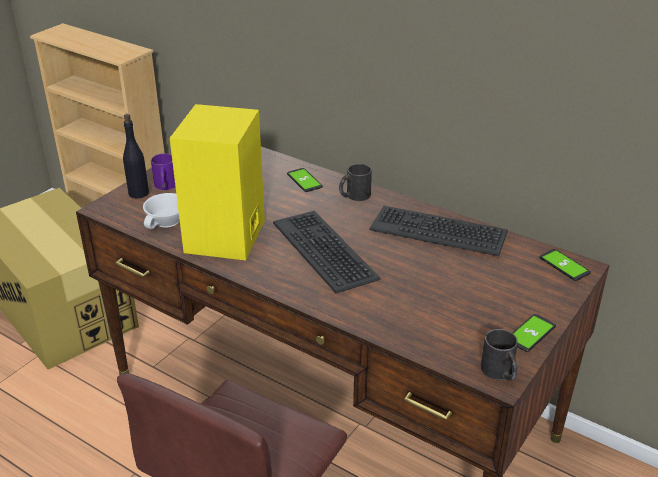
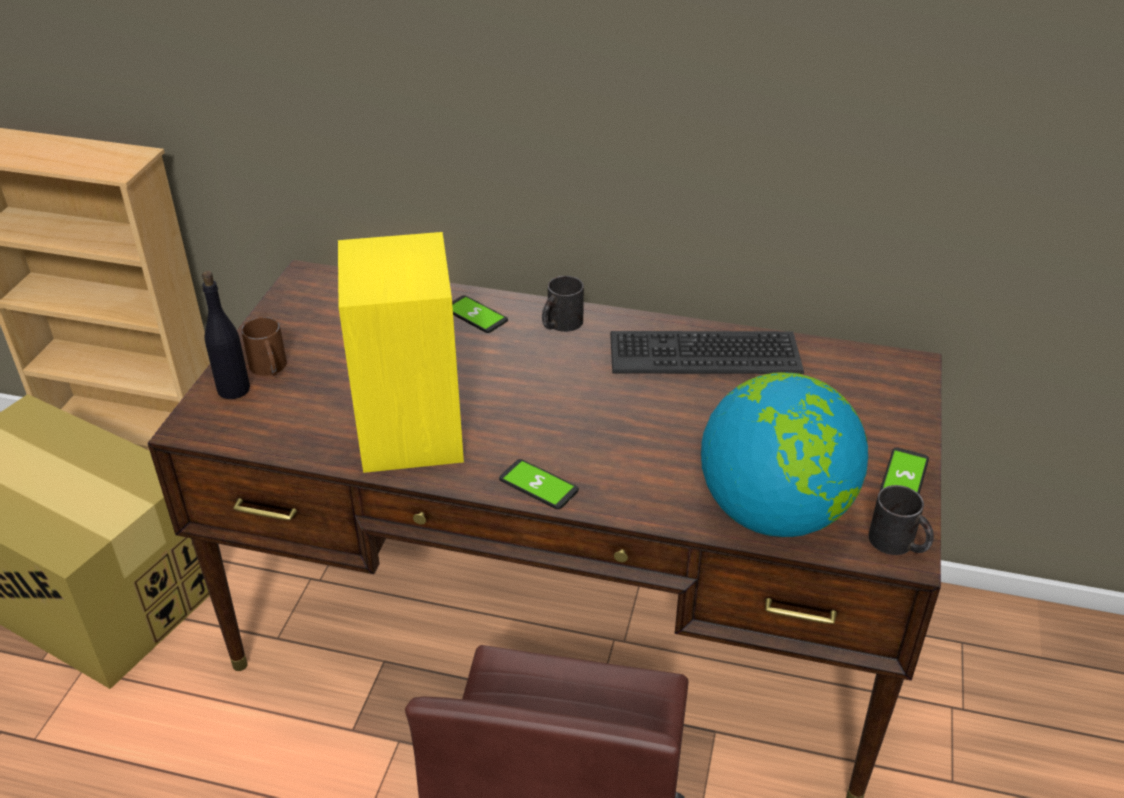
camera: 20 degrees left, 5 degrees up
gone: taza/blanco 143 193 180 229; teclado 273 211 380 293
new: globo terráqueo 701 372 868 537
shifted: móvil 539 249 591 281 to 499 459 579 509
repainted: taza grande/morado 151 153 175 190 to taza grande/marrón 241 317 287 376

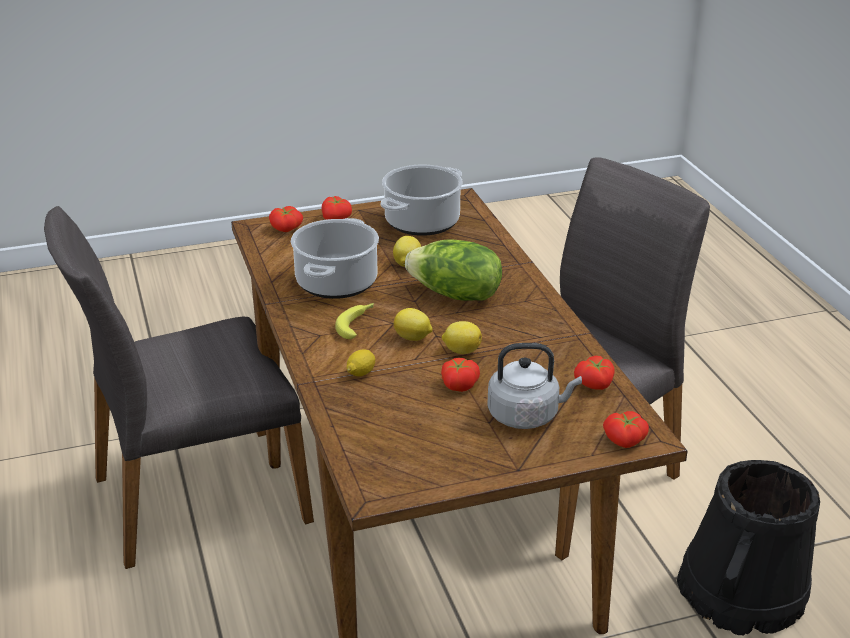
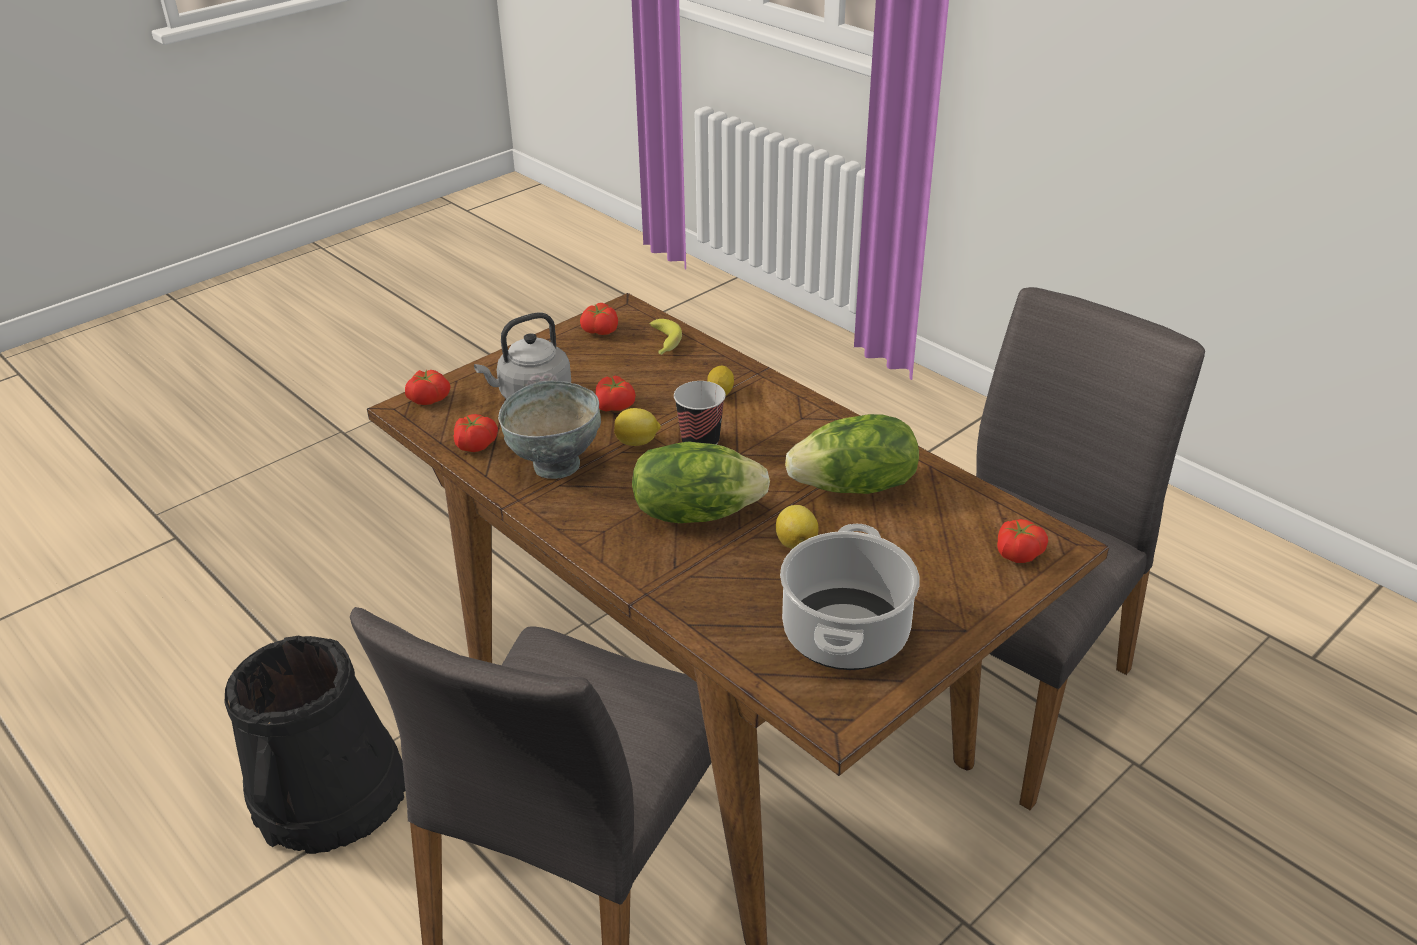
camera: 155 degrees right, 5 degrees up
new: cuenco/gris 498 381 601 479
shifted: tomate 322 196 352 220 to 580 303 618 335; plátano 335 303 374 339 to 650 319 682 355
swapped: olla 291 218 379 299 to lechuga 785 414 919 494; limón 394 308 433 341 to taza 674 381 726 445

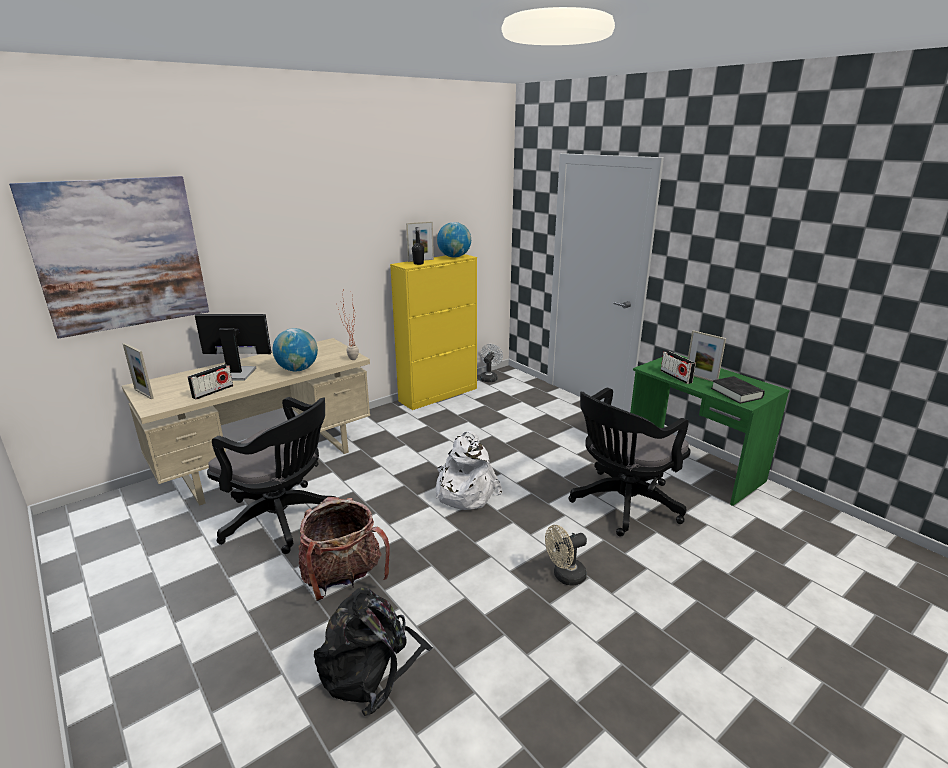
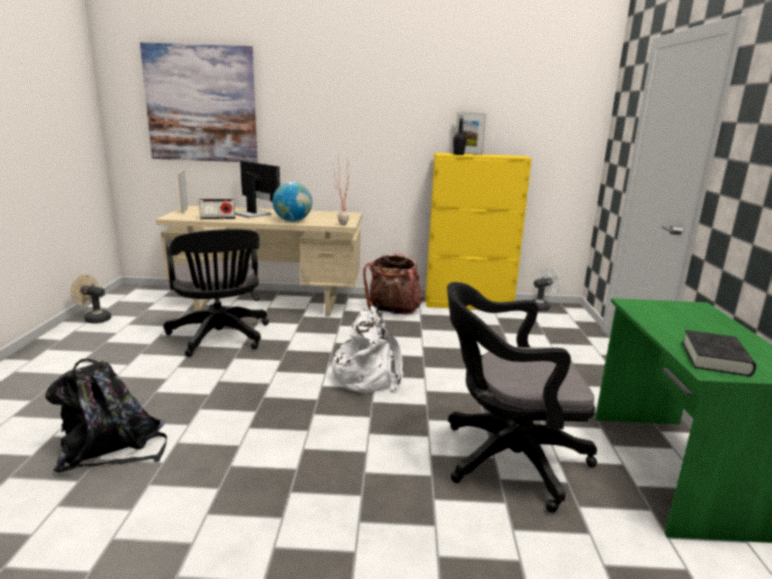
camera: 40 degrees right, 5 degrees down
gone: globo terráqueo 437 222 471 258; portarretratos 688 330 726 382; radio 661 351 696 384
shifted: mochila 299 497 390 601 to 363 253 423 315; ventilador/beis 545 525 587 586 to 70 275 112 324

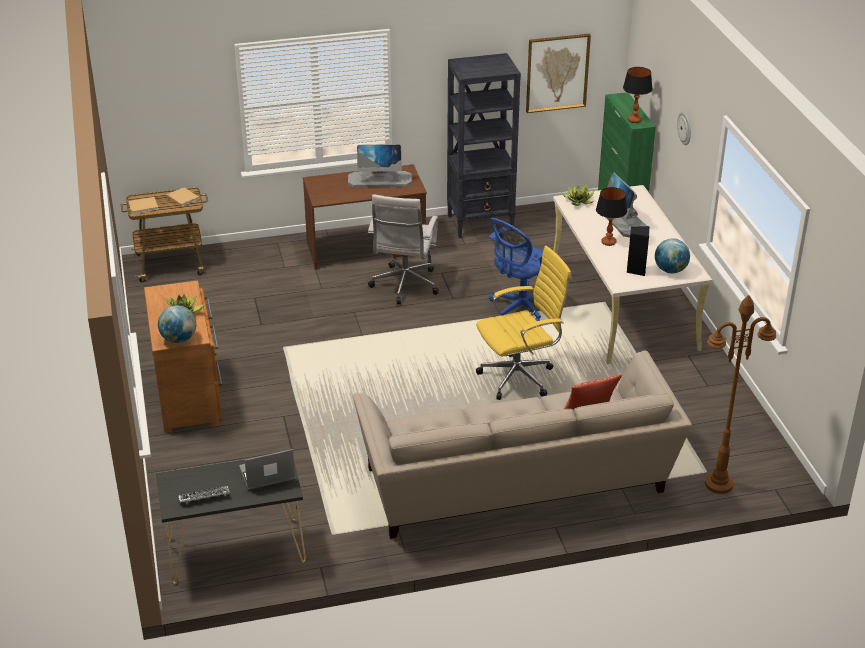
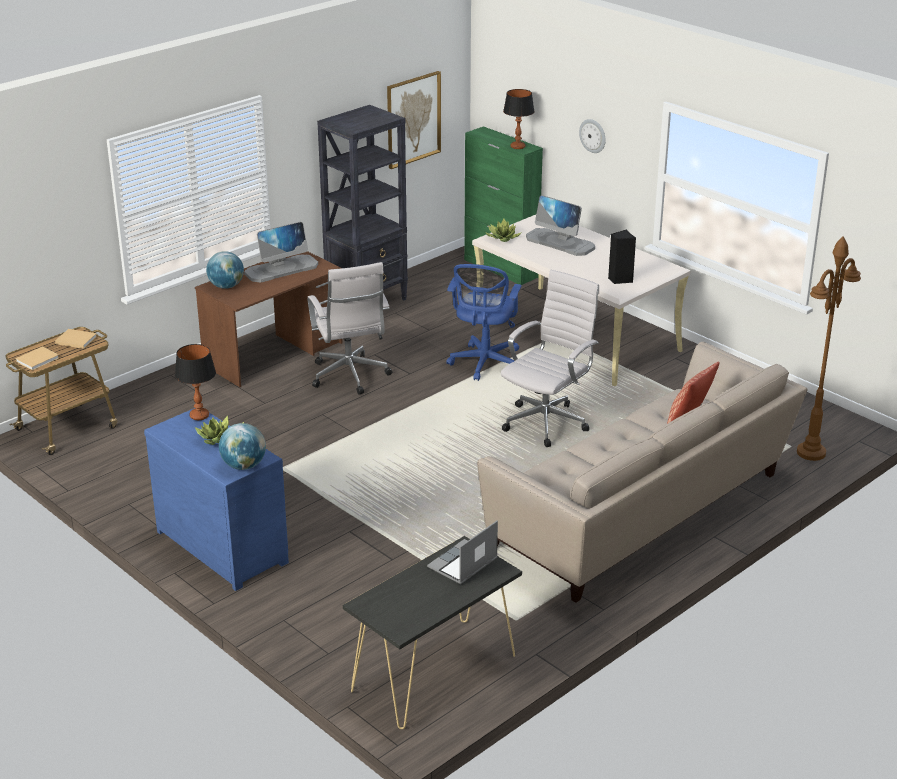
camera: 30 degrees left, 5 degrees down
gone: teclado 178 486 230 504
shifted: lámpara de mesa 596 187 627 246 to 175 344 216 420; globo terráqueo 655 238 690 274 to 206 251 244 289
repainted: silla de oficina/amarillo 476 246 572 400 to silla de oficina/blanco 501 270 599 447; cómoda/marrón 144 280 223 433 to cómoda/azul 144 408 289 591

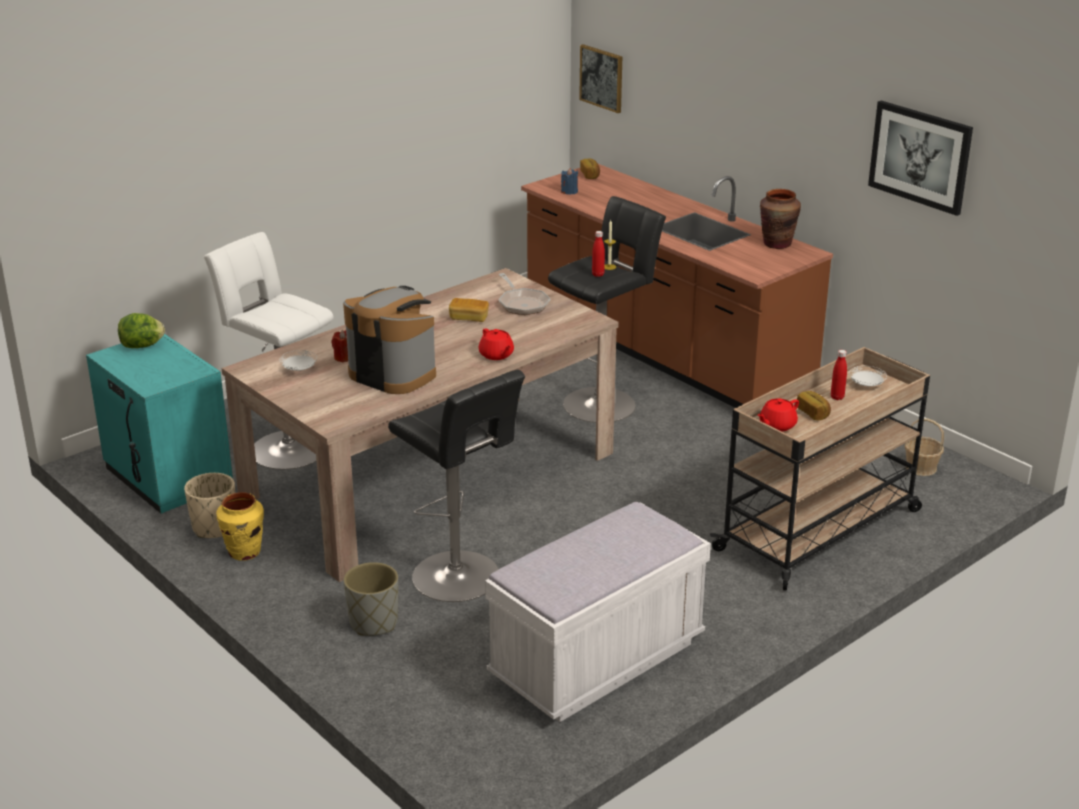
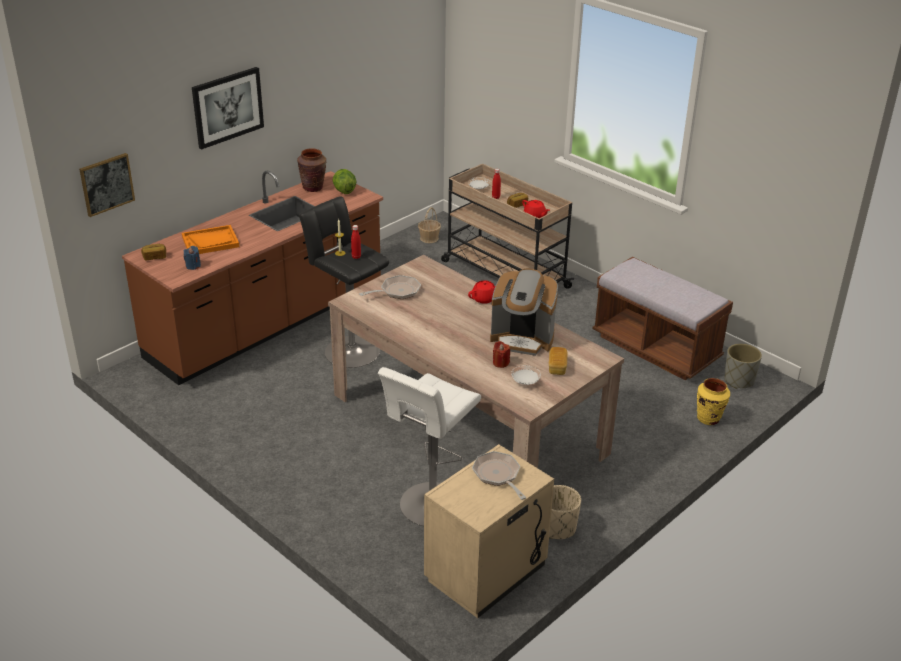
camera: 95 degrees left, 5 degrees up
gone: taburete/negro 388 370 525 602
new: bandeja/naranja 182 225 240 254; sartén 472 451 526 500
shifted: cuadro 868 101 973 216 to 192 67 264 150; pan 449 298 489 322 to 549 347 568 375; lechuga 118 313 165 348 to 332 169 357 194; florero/amarillo 216 492 264 561 to 697 378 730 425; maceta/gris 344 562 398 636 to 724 344 762 389
repainted: mesita de noche/turquesa 86 334 233 514 to mesita de noche/beis 424 444 554 618; banco/blanco 485 502 711 722 to banco/marrón 592 257 733 380
rotated: cafetera 343 286 436 394 = 490 269 558 356 105 degrees counterclockwise

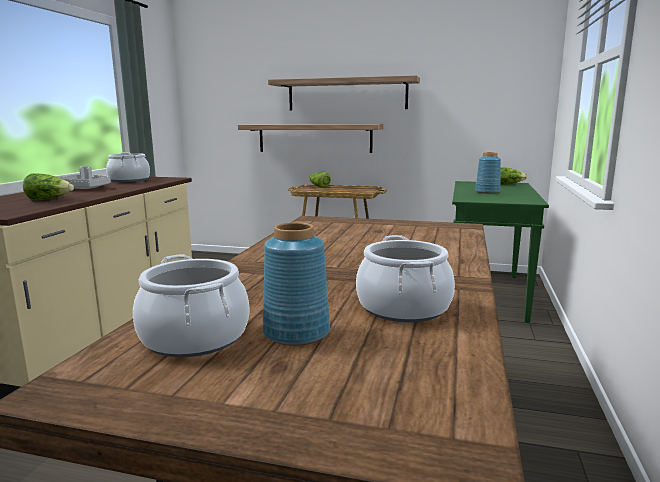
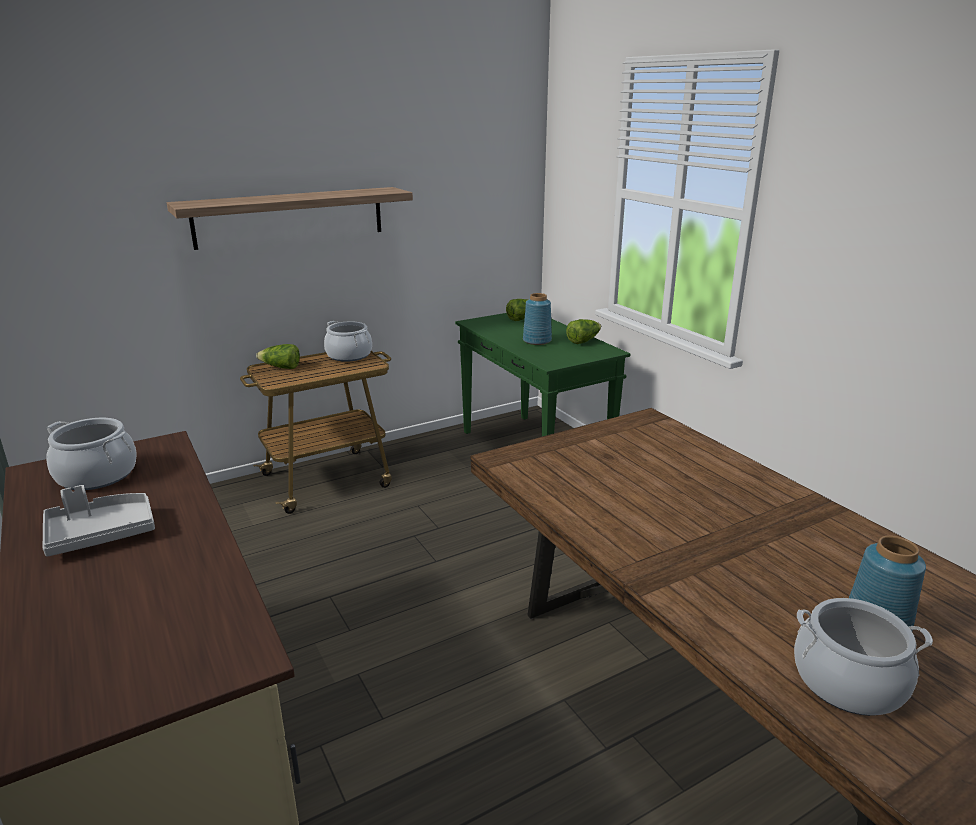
camera: 45 degrees left, 10 degrees up
gone: estante 238 124 383 153
shifted: lechuga 23 173 74 200 to 566 319 601 344; olla 356 235 455 322 to 324 321 372 362

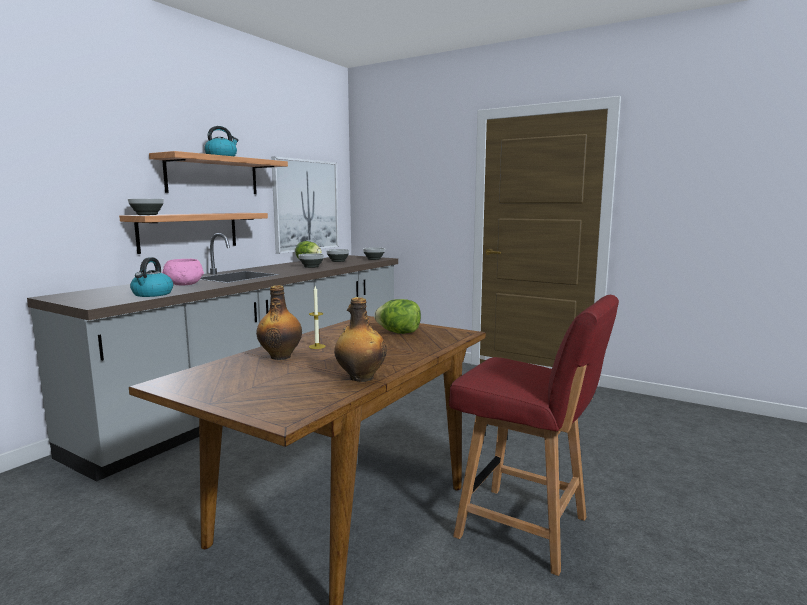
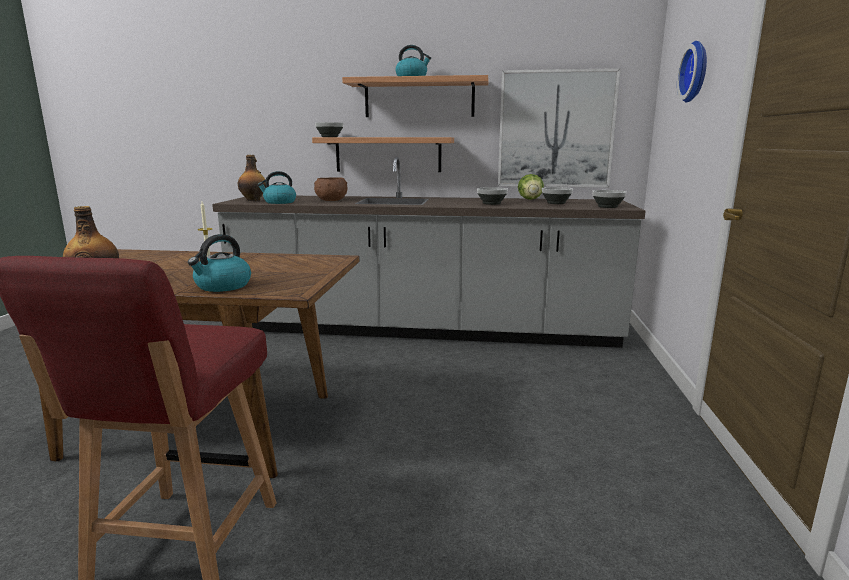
camera: 65 degrees right, 5 degrees up
gone: lechuga 374 299 421 334
new: reloj de pared 677 41 707 103; hervidor 188 234 251 292
shifted: botella 256 285 302 360 to 237 155 267 201
repainted: cuenco/rosa 162 259 204 285 to cuenco/marrón 314 177 347 201

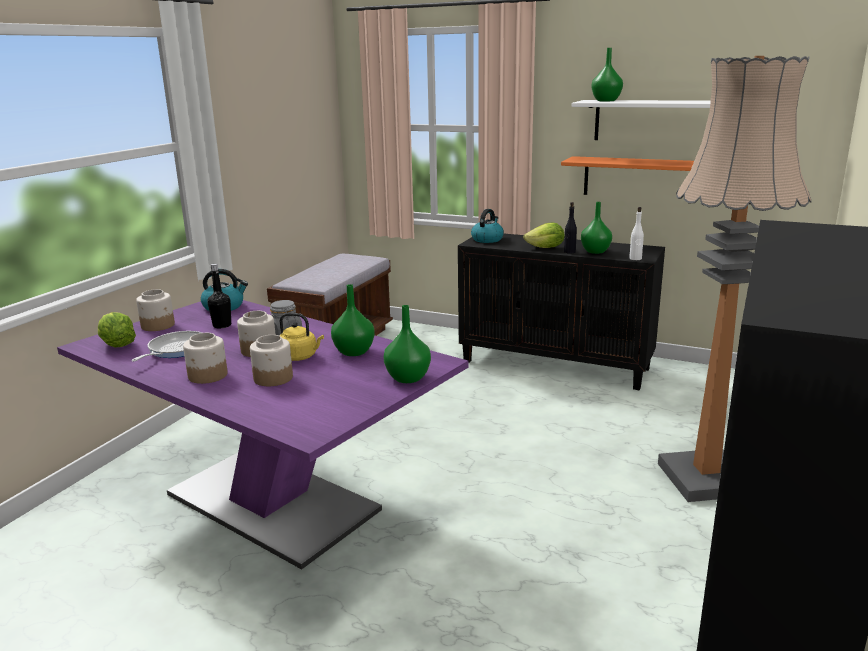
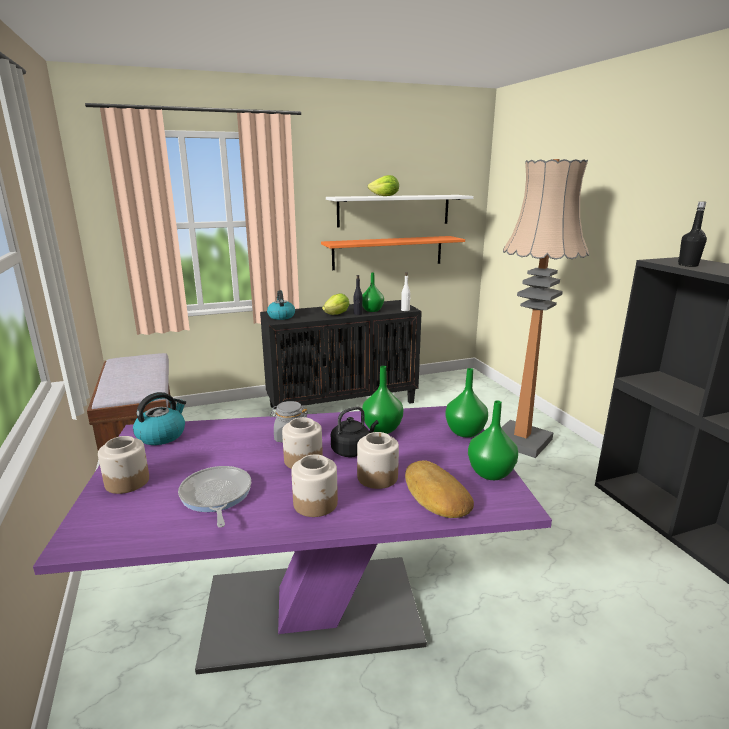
camera: 45 degrees left, 0 degrees up
new: pan 405 460 474 518
shifted: florero/verde 591 48 623 102 to 468 401 518 480; botella/negro 207 264 231 328 to 678 202 707 267; lechuga 98 312 136 348 to 368 175 399 196
repainted: hervidor/amarillo 280 313 324 361 to hervidor/negro 331 406 379 457

